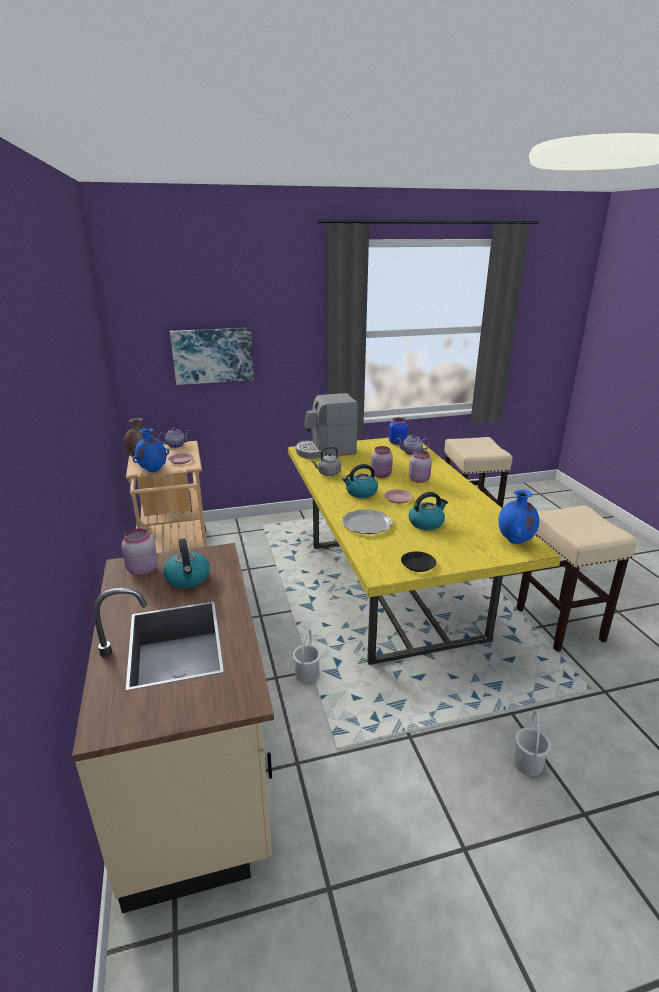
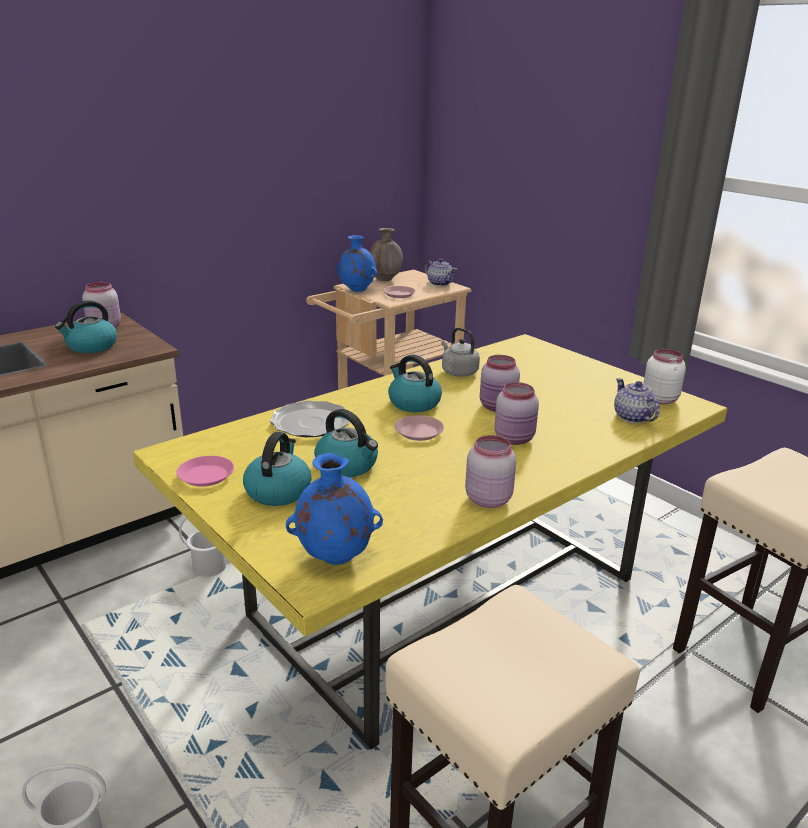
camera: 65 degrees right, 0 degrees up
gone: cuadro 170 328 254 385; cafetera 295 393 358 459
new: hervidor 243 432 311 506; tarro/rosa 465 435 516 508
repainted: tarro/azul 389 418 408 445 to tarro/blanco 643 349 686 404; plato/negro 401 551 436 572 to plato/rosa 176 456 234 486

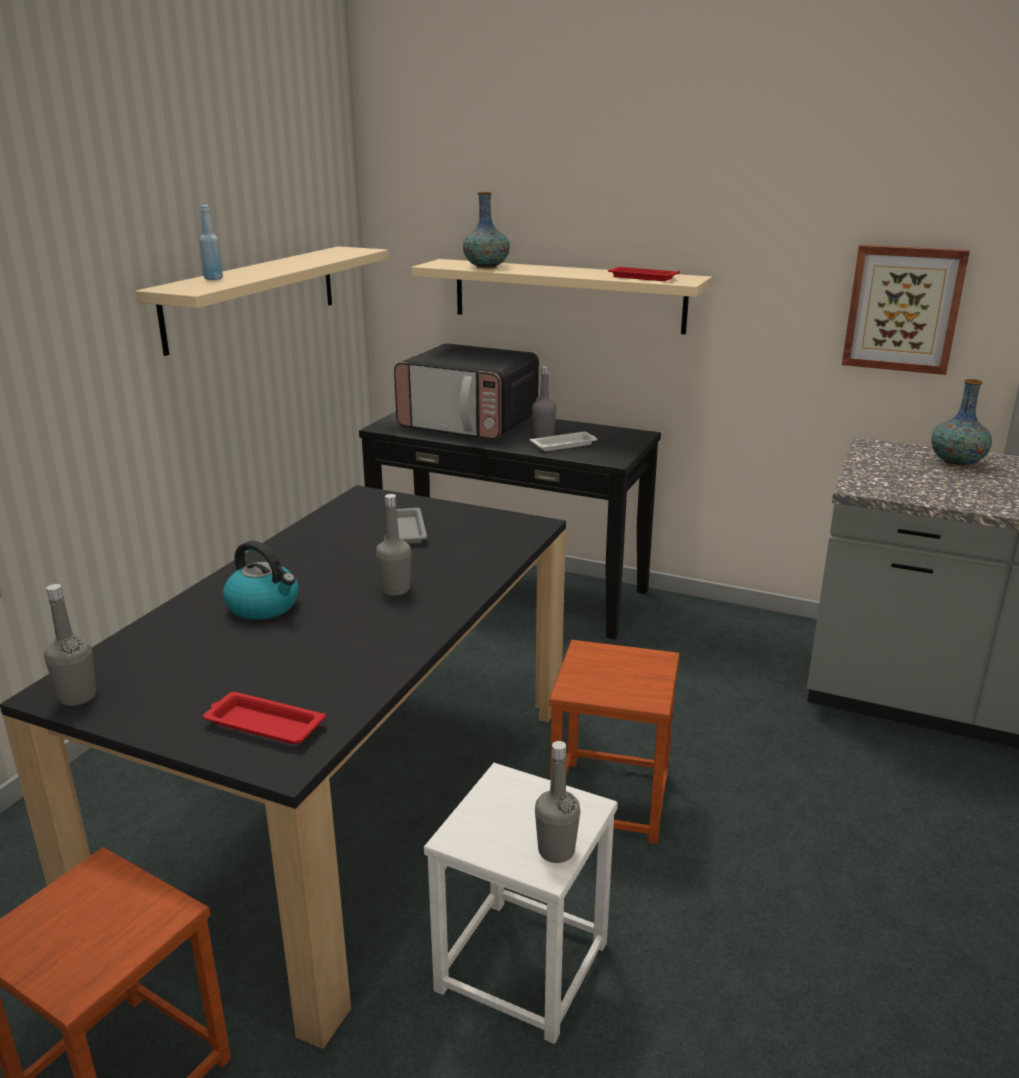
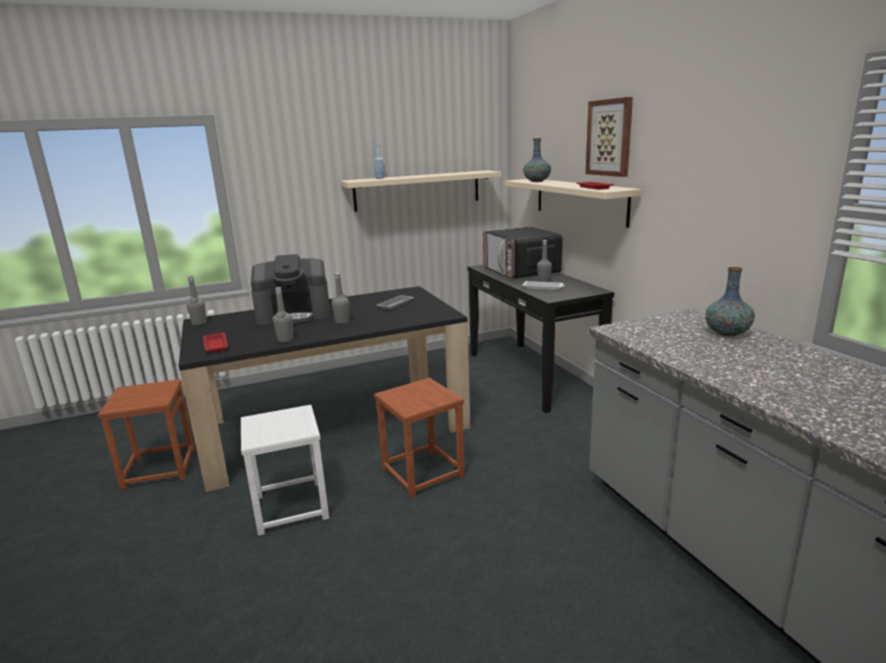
camera: 45 degrees right, 5 degrees down
shifted: cuadro 842 245 970 375 to 586 97 633 177; botella/gris 535 741 580 863 to 273 287 293 343
swapped: hervidor 223 541 299 620 to cafetera 251 254 330 325

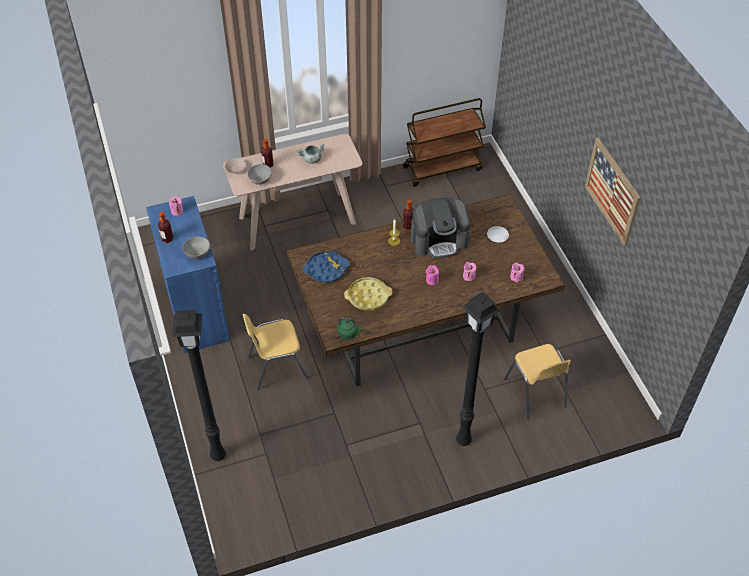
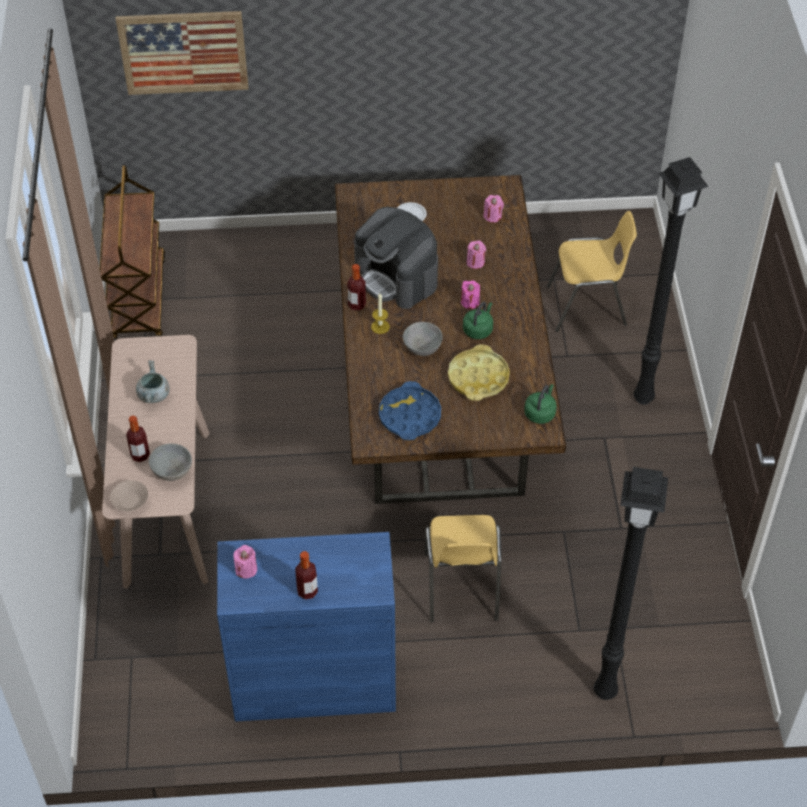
camera: 75 degrees left, 0 degrees up
new: hervidor/verde 463 302 493 339
shifted: cuadro 585 138 641 246 to 116 11 249 95; cuenco/gris 183 236 210 259 to 403 322 443 356
rotated: cafetera 411 197 470 258 = 354 207 438 309 135 degrees clockwise

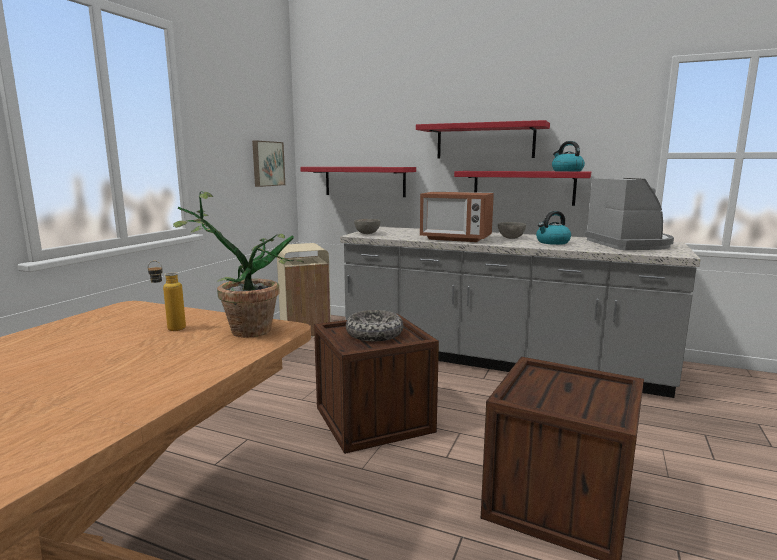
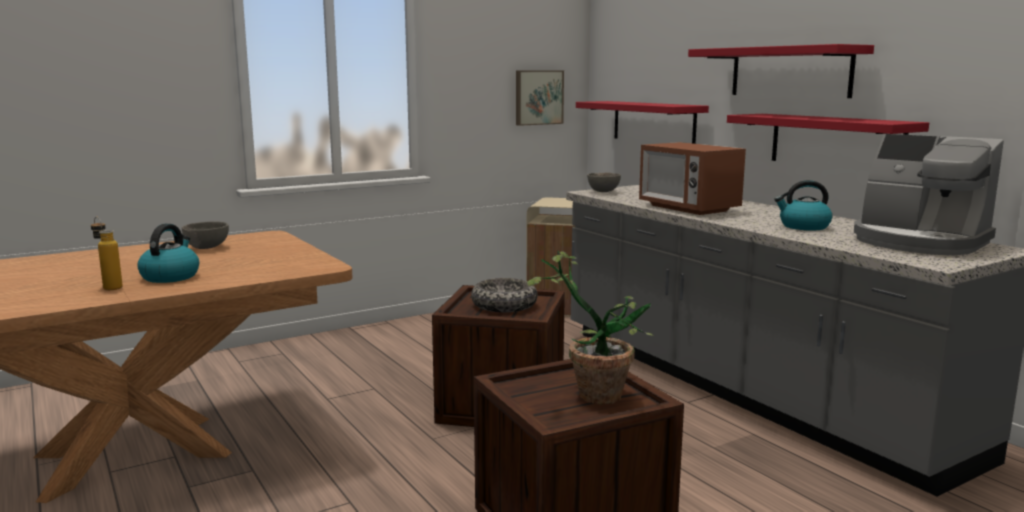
camera: 35 degrees right, 0 degrees up
shifted: hervidor 552 141 585 172 to 137 224 199 283; planta en maceta 173 191 303 338 to 527 251 655 405; cuenco/gris 498 222 526 239 to 182 221 229 249; botella 148 261 186 331 to 91 216 123 290
rotated: cafetera 585 178 674 250 = 854 134 1004 255 105 degrees clockwise

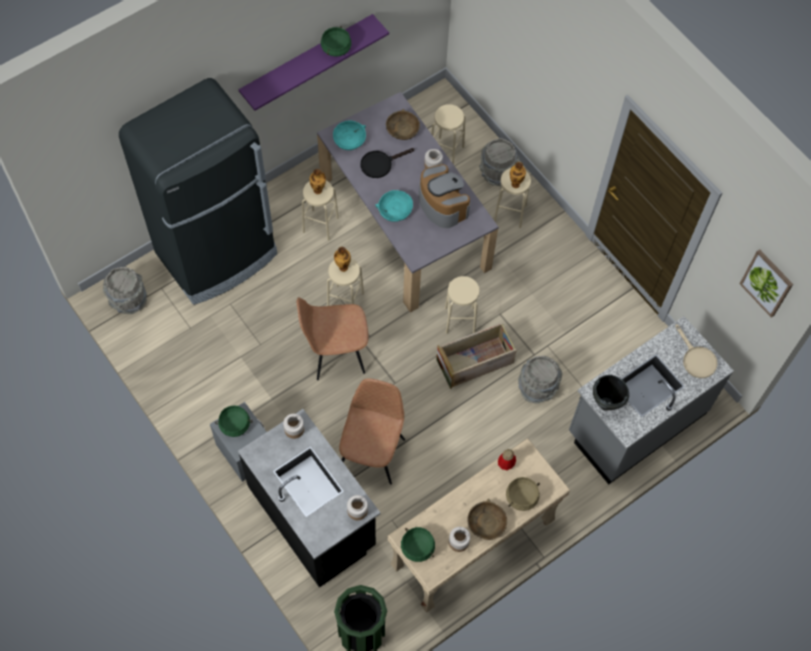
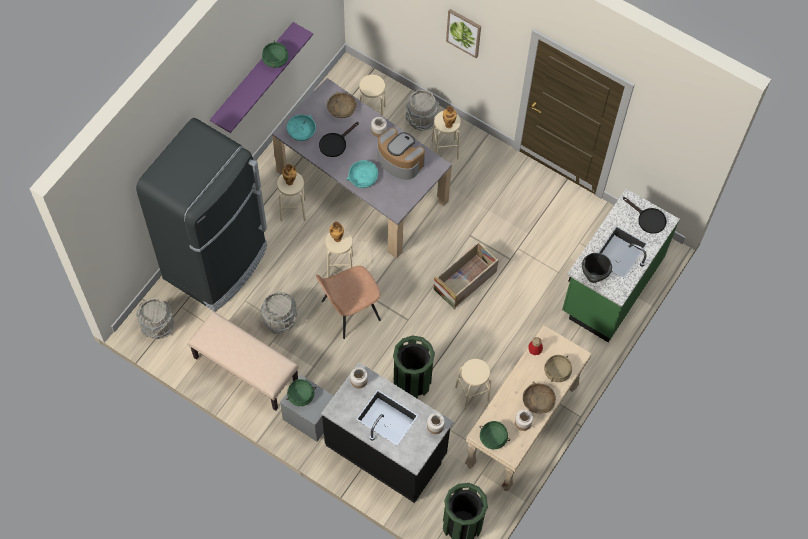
camera: 20 degrees left, 0 degrees up
new: banco/beis 188 311 299 411
shifted: cuadro 740 249 793 318 to 446 9 481 58; taburete/beis 445 276 480 334 to 455 359 491 410; cubo/gris 518 356 563 404 to 261 292 298 334
swapped: silla/marrón 339 378 405 485 to papelera/verde 393 335 435 399
repainted: mueble bajo de cocina/gris 569 316 734 484 to mueble bajo de cocina/verde 562 189 680 342; sartén/beis 675 324 718 378 to sartén/negro 623 197 667 234

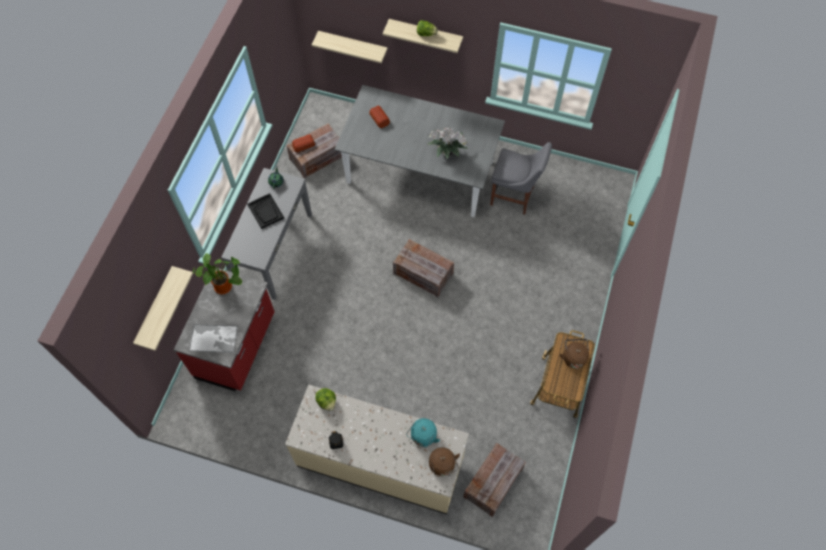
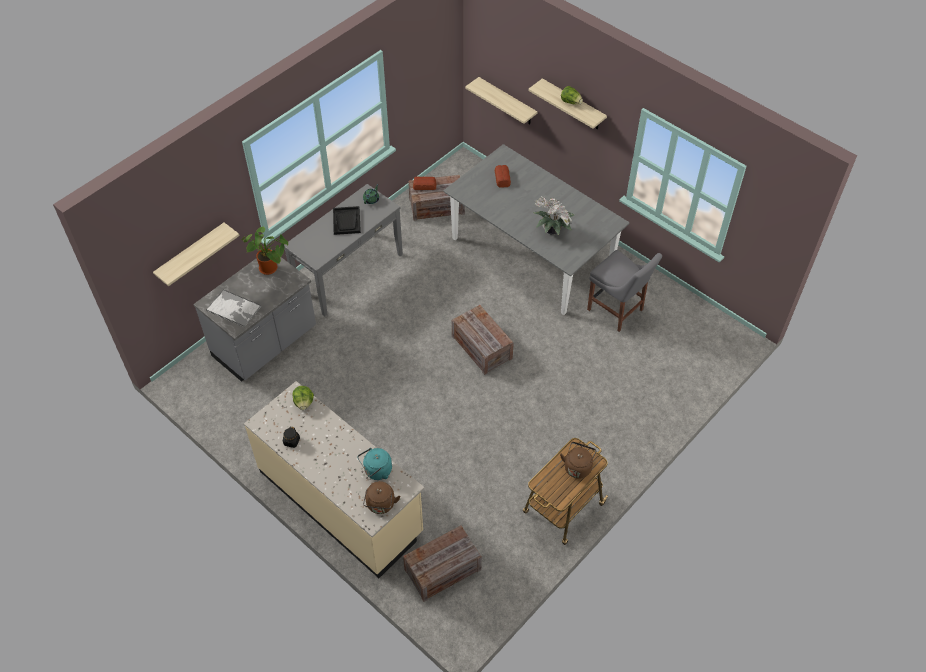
camera: 25 degrees right, 10 degrees down
repainted: mueble bajo de cocina/rojo 174 268 275 391 to mueble bajo de cocina/gris 193 257 316 382

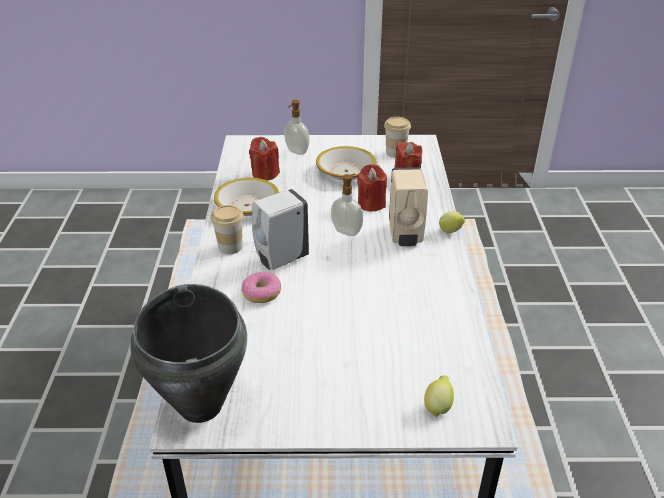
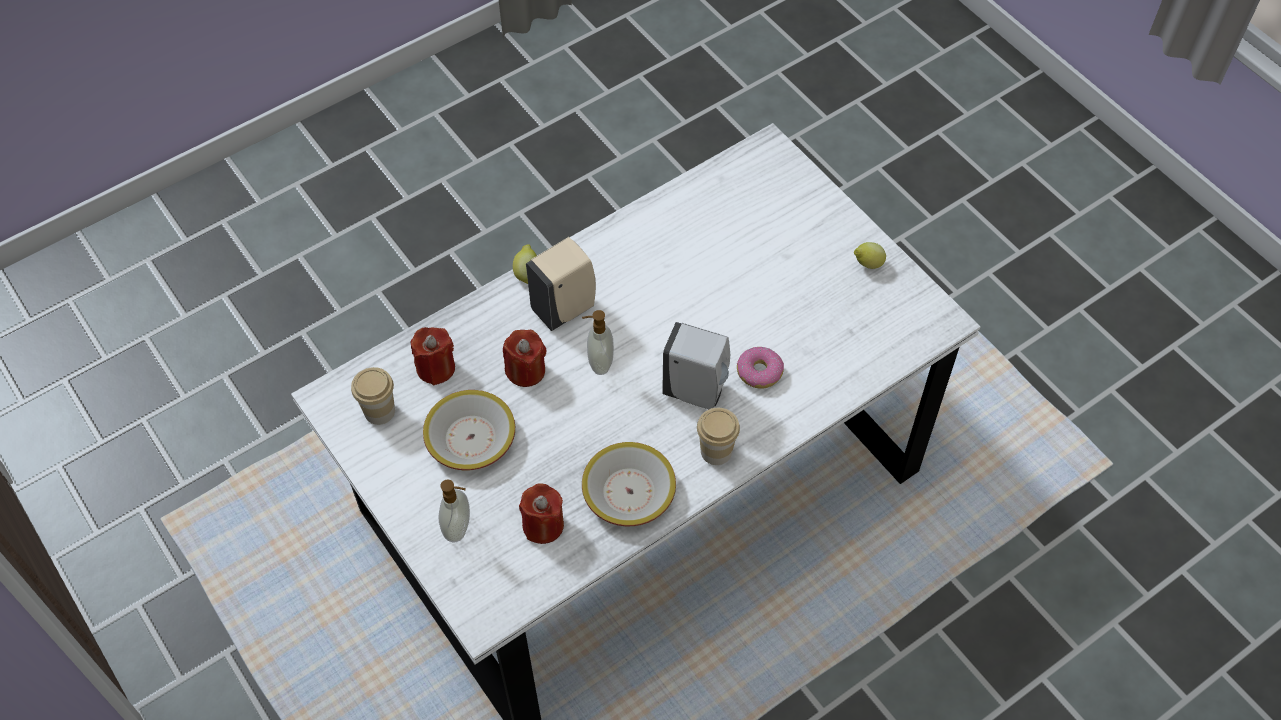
camera: 125 degrees left, 20 degrees up
gone: olla/negro 130 284 247 423
shifted: limón 424 375 454 418 to 854 242 886 269

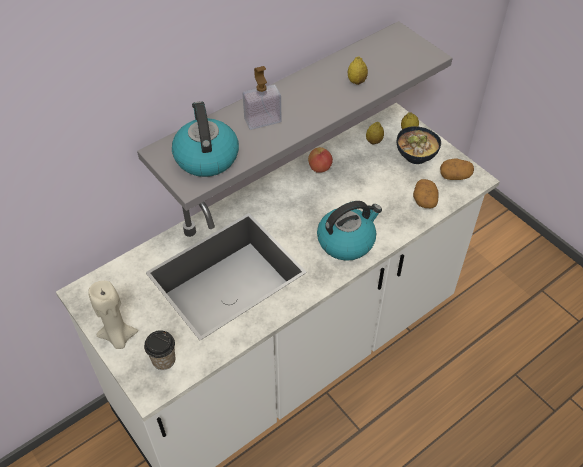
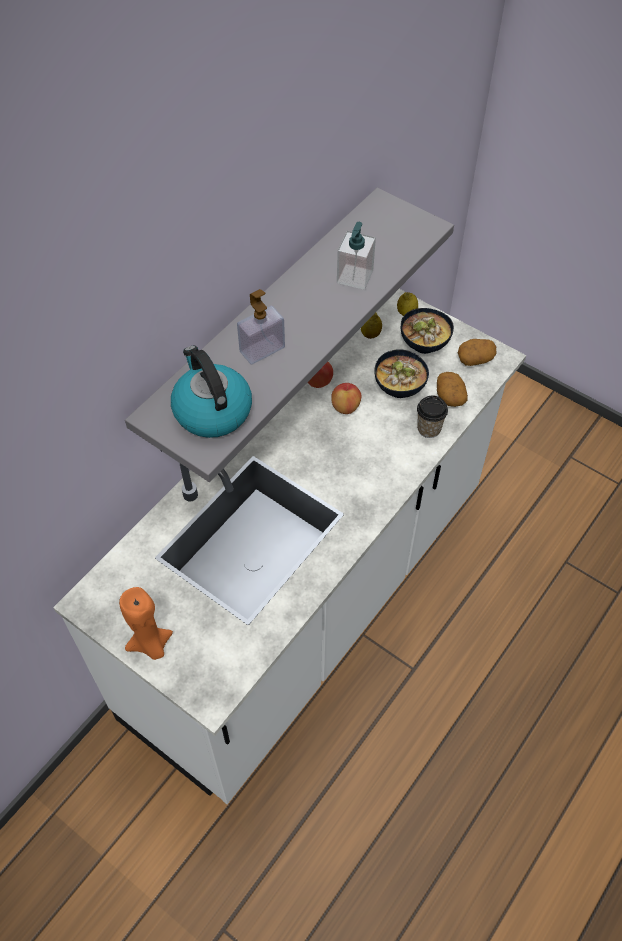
camera: 15 degrees left, 5 degrees up
gone: hervidor 317 201 382 261
new: cuenco 374 349 429 398; manzana 331 383 362 414
shifted: taza 144 330 175 370 to 417 396 448 438
swapped: limón 348 57 368 85 to dispensador de jabón 337 222 376 290
repainted: vela/beis 88 281 138 349 to vela/naranja 119 587 173 660

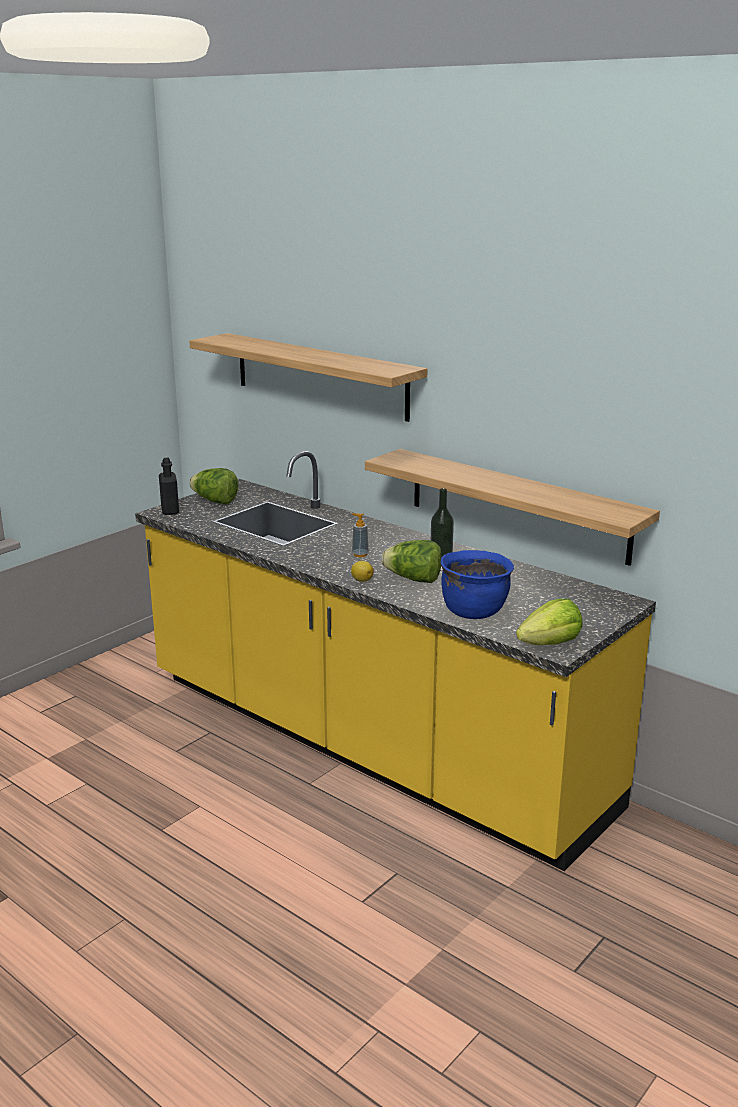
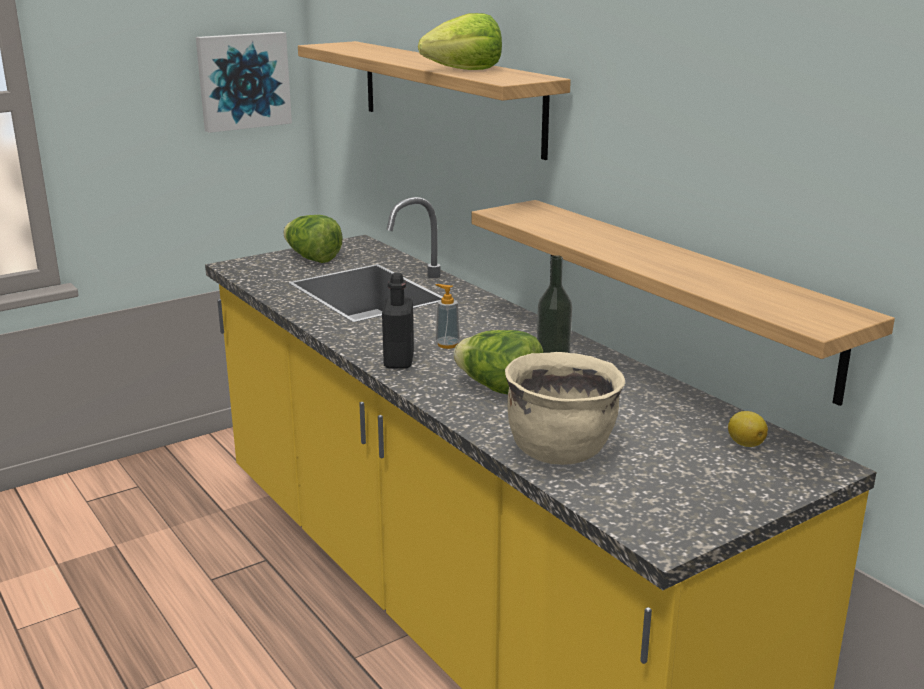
camera: 15 degrees right, 0 degrees up
new: cuadro 196 32 292 133
shifted: botella/negro 159 458 179 515 to 382 273 414 369; limón 351 561 374 582 to 728 411 768 447; lechuga 516 599 583 645 to 418 13 502 70
repainted: olla/azul 441 550 514 619 to olla/beis 505 352 625 465

